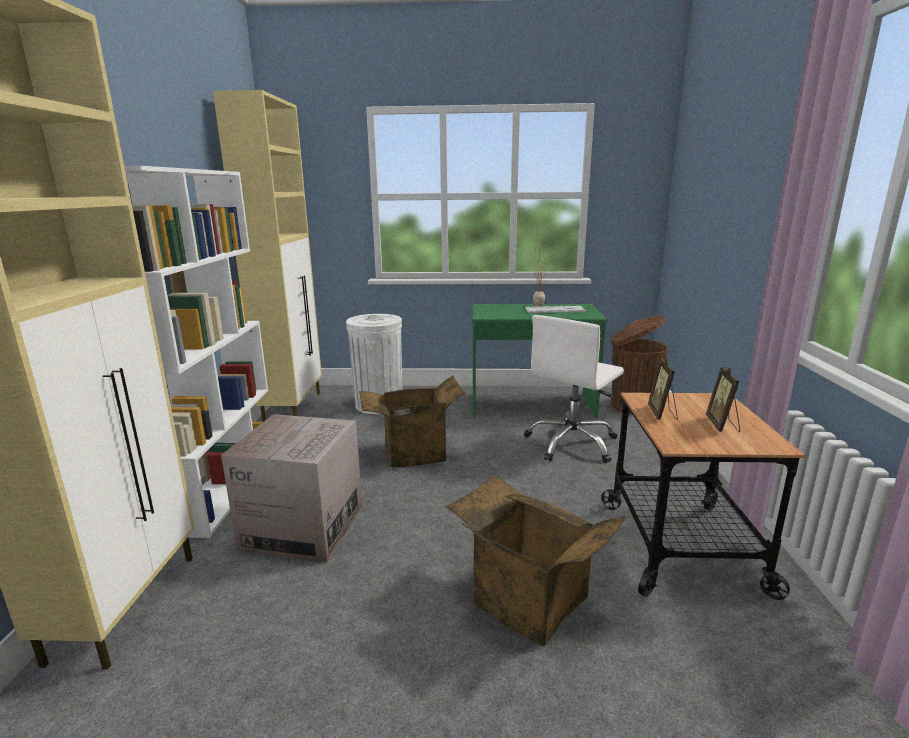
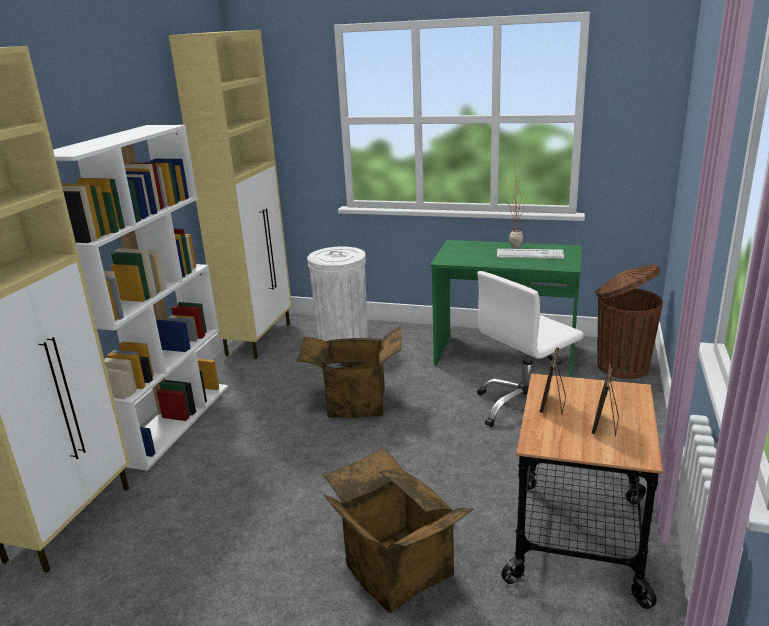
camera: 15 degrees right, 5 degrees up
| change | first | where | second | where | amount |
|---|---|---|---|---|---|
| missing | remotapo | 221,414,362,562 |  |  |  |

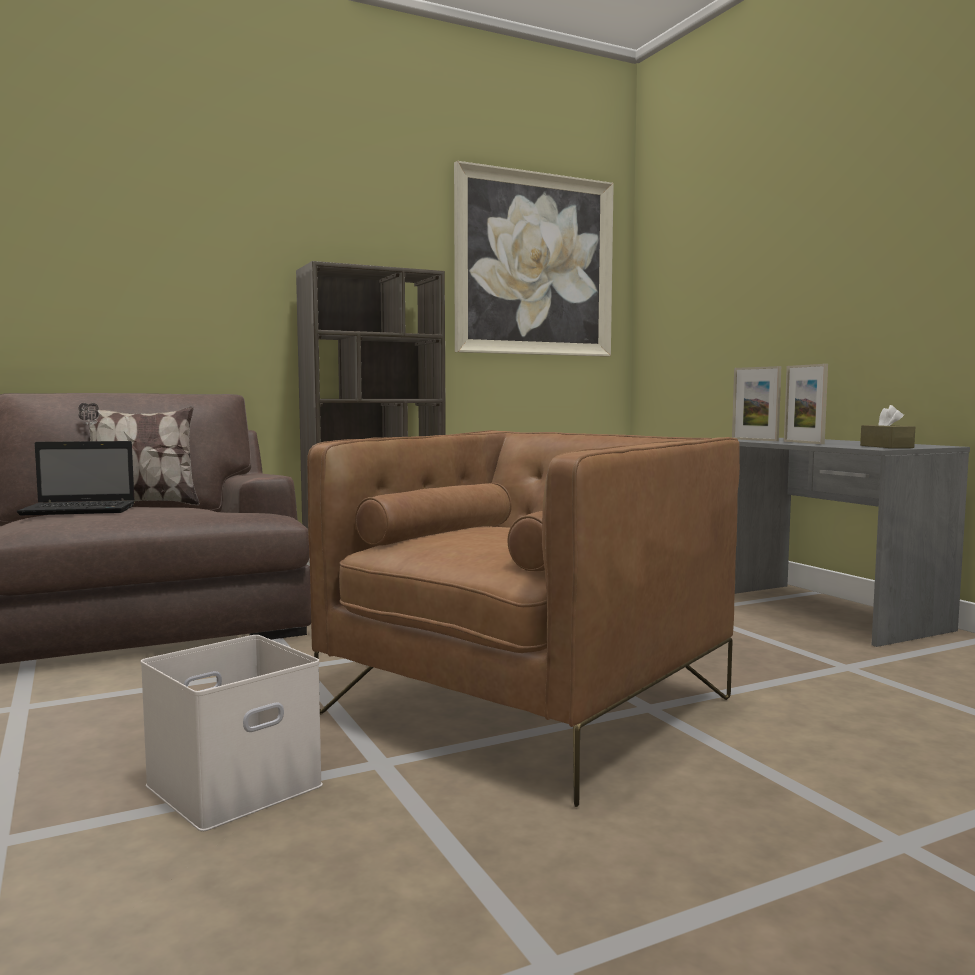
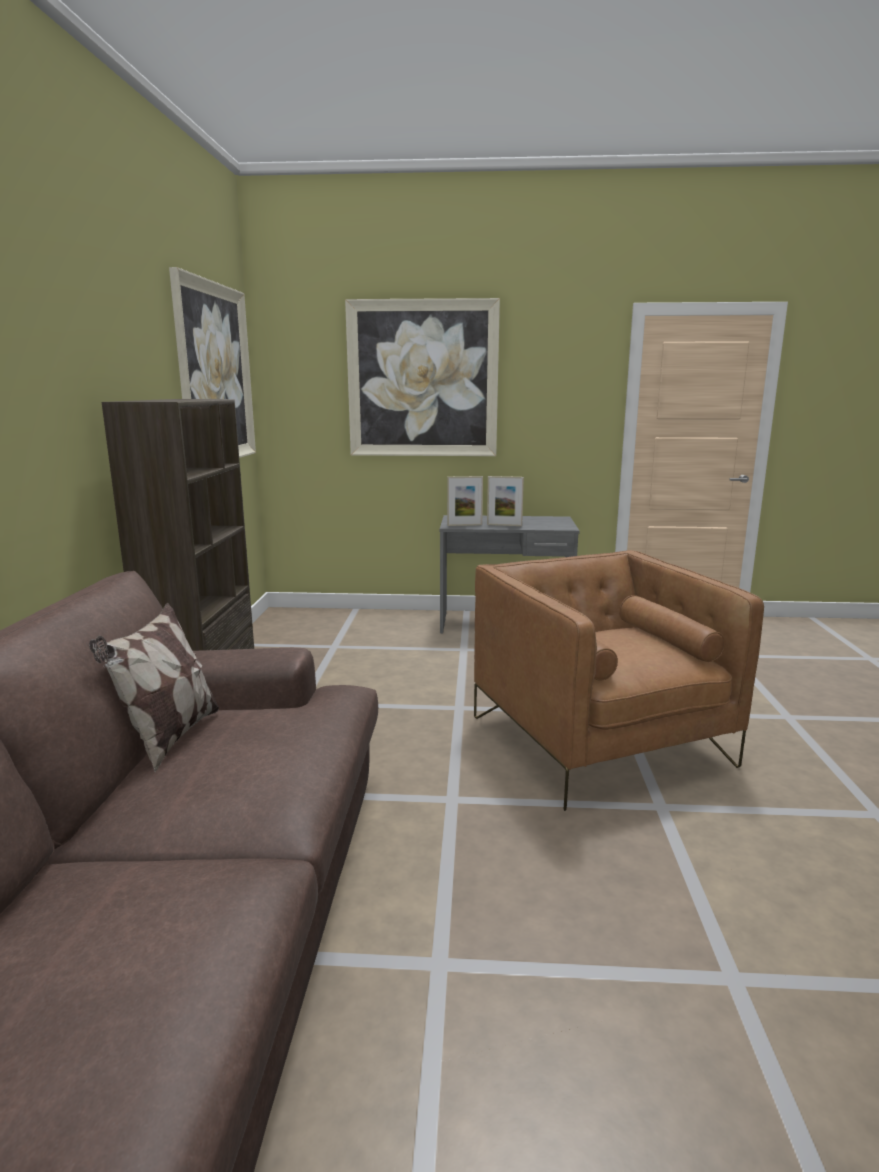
camera: 60 degrees left, 10 degrees up
| change | first | where | second | where | amount |
|---|---|---|---|---|---|
| missing | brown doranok | 860,405,915,448 |  |  |  |
| missing | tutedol | 17,441,135,515 |  |  |  |
| missing | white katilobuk | 140,635,323,831 |  |  |  |
| appeared |  |  | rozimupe | 345,298,500,456 |  |

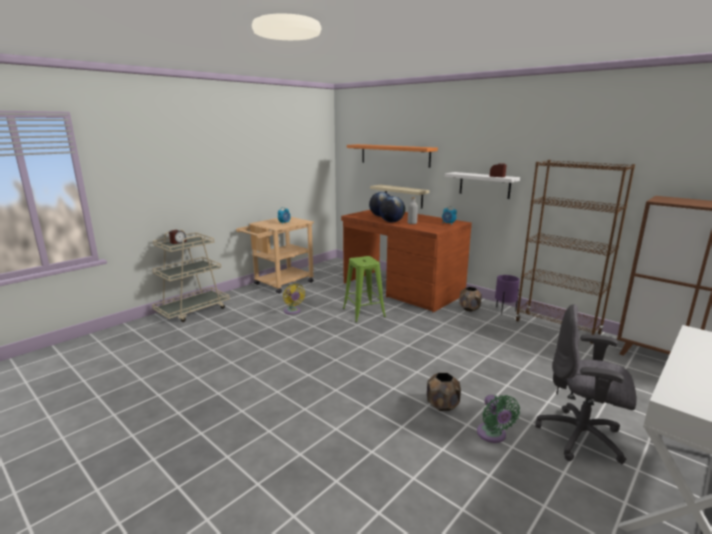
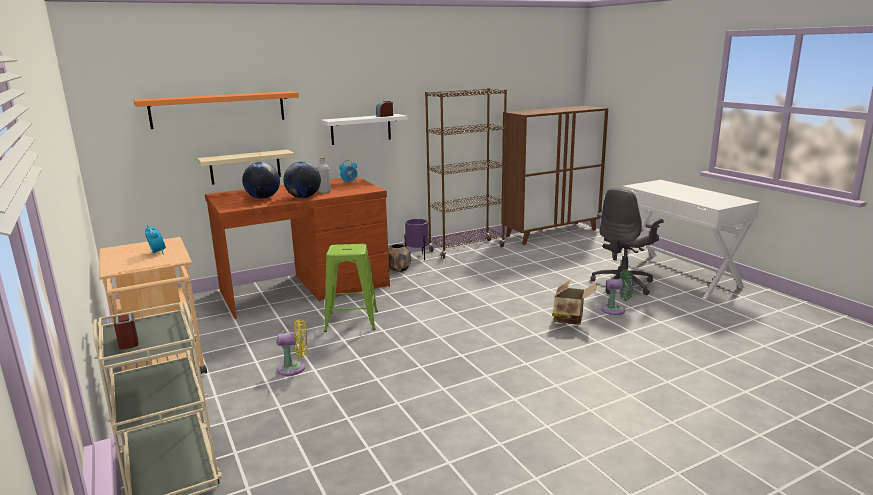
camera: 70 degrees left, 0 degrees up
| change | first | where | second | where | amount |
|---|---|---|---|---|---|
| exchanged | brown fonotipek | 427,373,461,411 | remotapo | 553,279,597,325 |  |

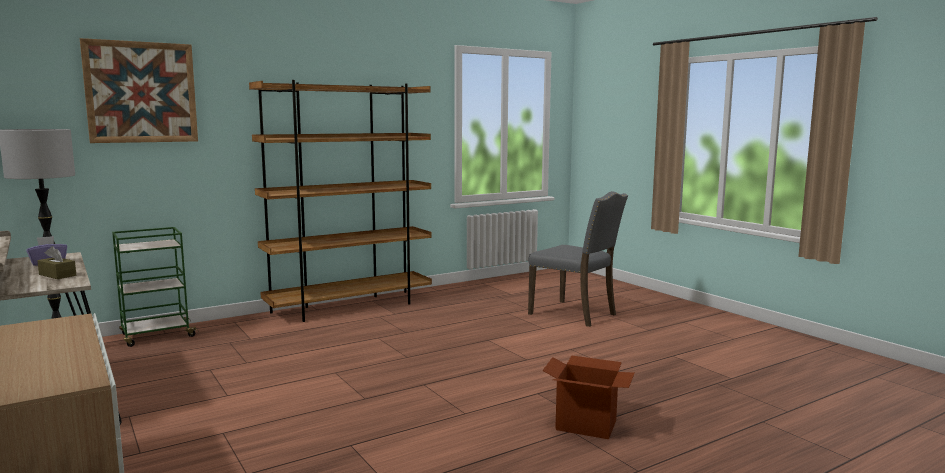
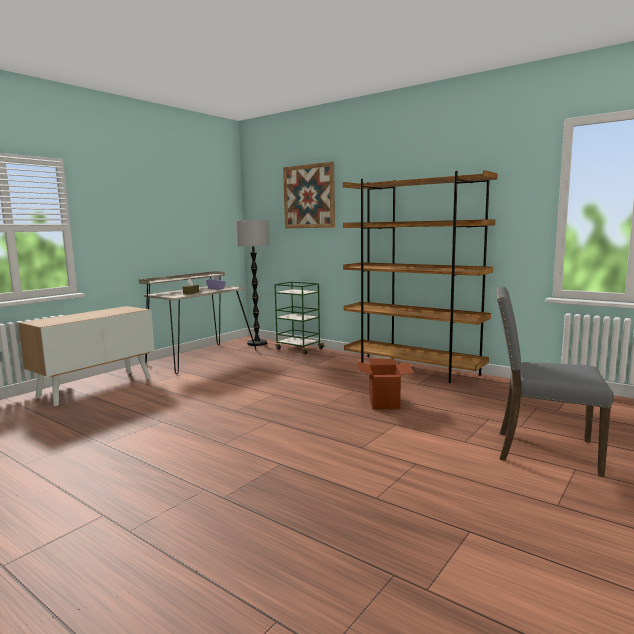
camera: 70 degrees right, 0 degrees up
| change | first | where | second | where | amount |
|---|---|---|---|---|---|
| spun | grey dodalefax | 528,191,628,327 |  | 496,286,614,477 | 90 degrees clockwise |
| relocated | remotapo | 542,355,635,439 |  | 357,359,414,409 |  |

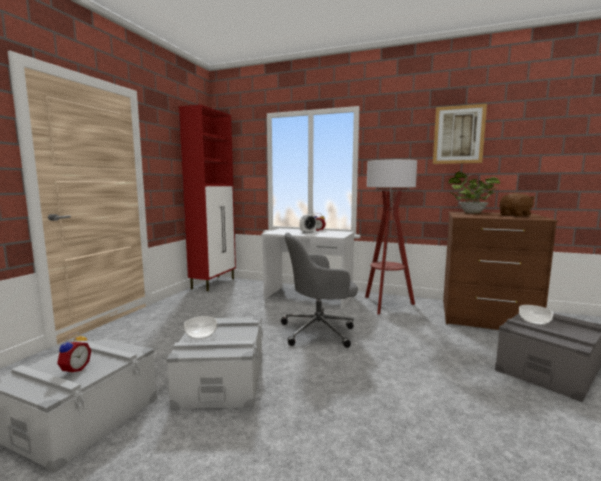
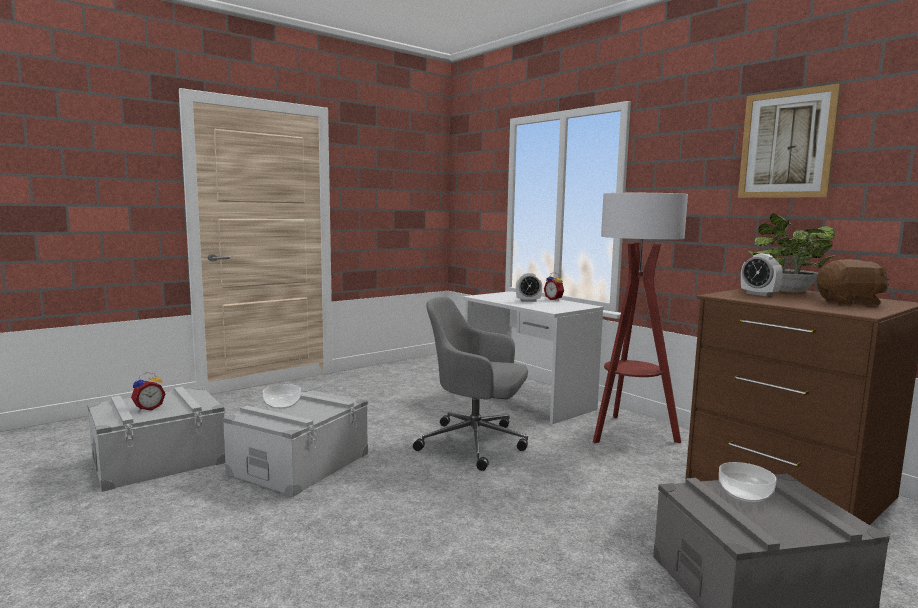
camera: 30 degrees right, 0 degrees up
| change | first | where | second | where | amount |
|---|---|---|---|---|---|
| missing | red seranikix | 179,104,236,291 |  |  |  |
| appeared |  |  | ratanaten | 741,254,783,296 |  |

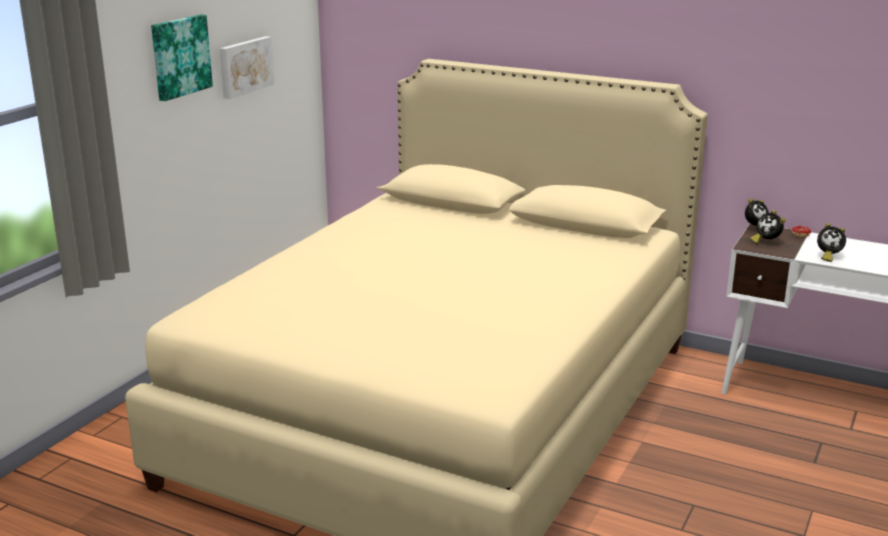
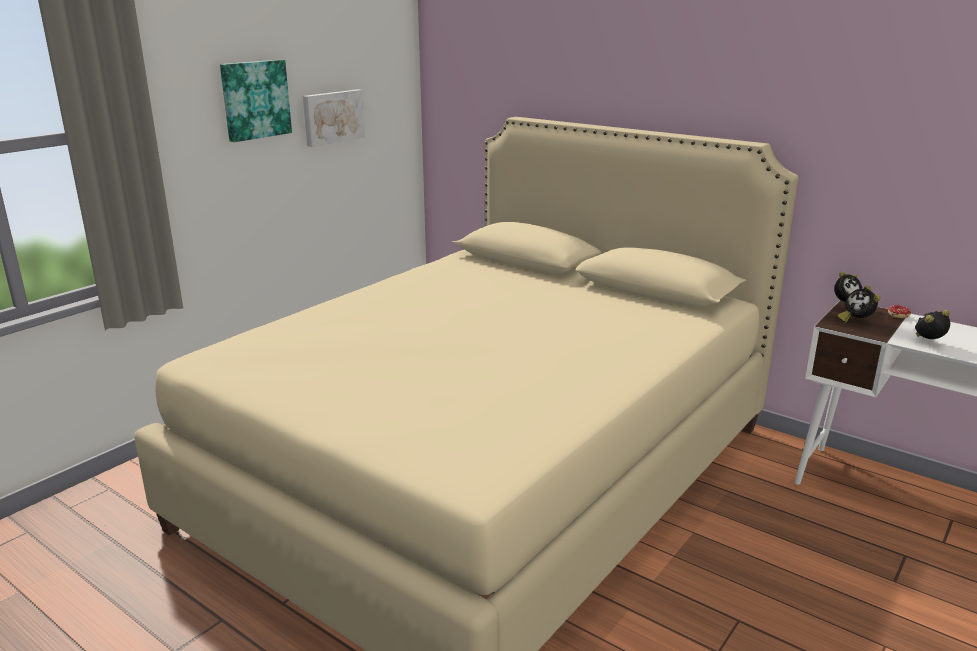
camera: 10 degrees right, 0 degrees up
| change | first | where | second | where | amount |
|---|---|---|---|---|---|
| spun | ratanaten | 817,223,846,262 |  | 915,310,950,339 | 150 degrees clockwise |

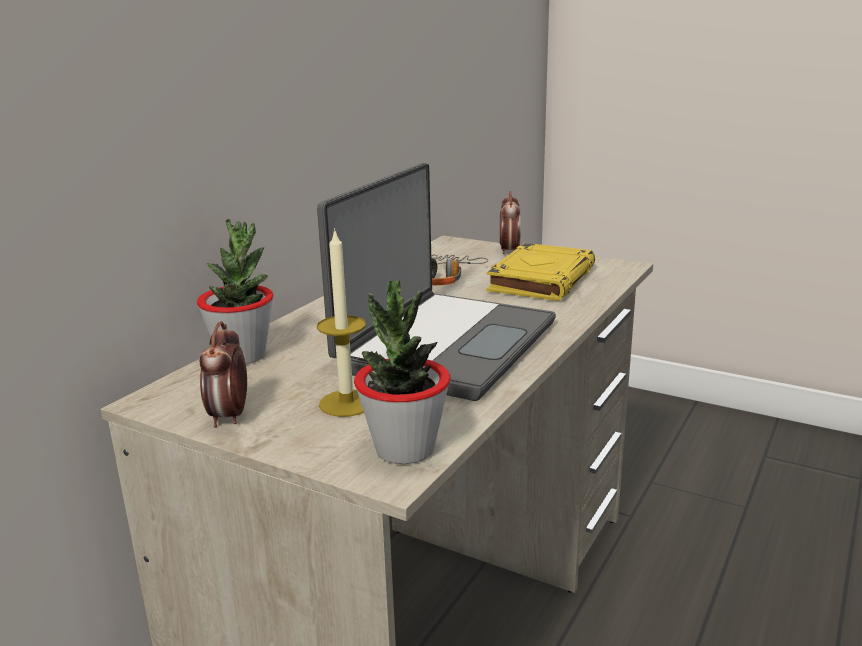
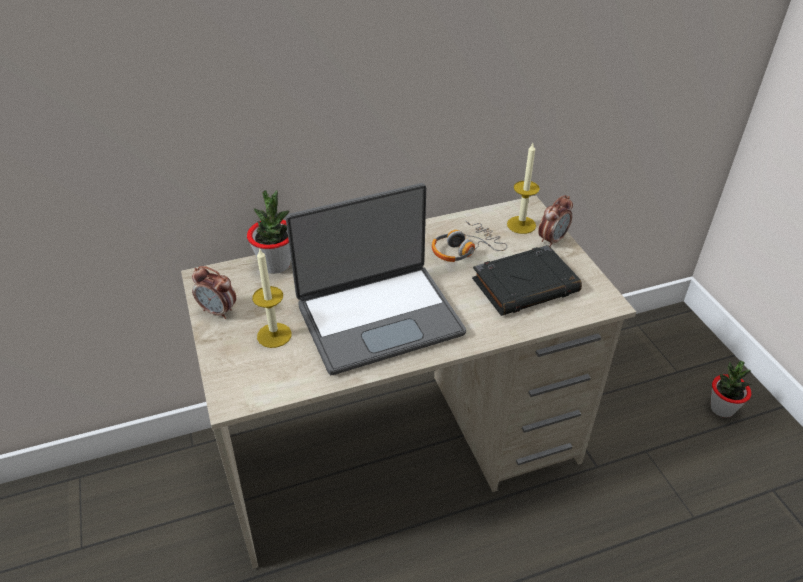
camera: 40 degrees right, 20 degrees up
| change | first | where | second | where | amount |
|---|---|---|---|---|---|
| colour | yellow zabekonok | 486,243,595,301 | black zabekonok | 472,245,582,316 |  |
| relocated | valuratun | 354,280,450,464 |  | 711,361,751,418 |  |
| spun | ratanaten | 200,321,247,428 |  | 192,266,236,319 | 105 degrees counterclockwise |
| appeared |  |  | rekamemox | 507,143,540,234 |  |

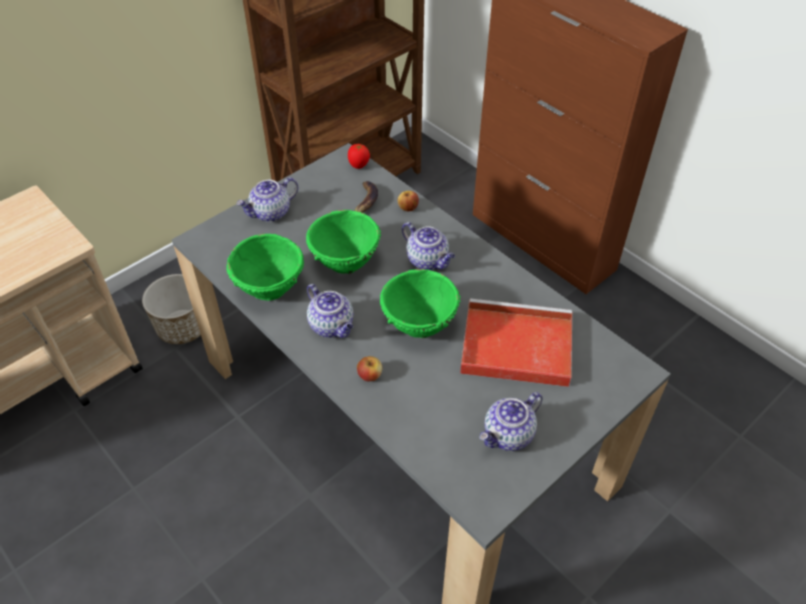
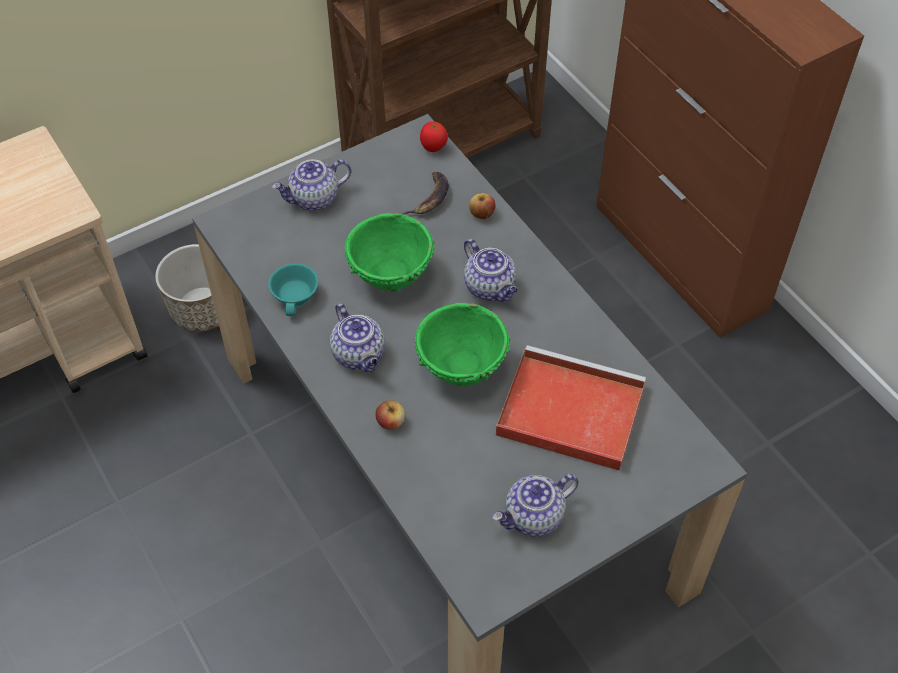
camera: 10 degrees right, 5 degrees up
| change | first | where | second | where | amount |
|---|---|---|---|---|---|
| exchanged | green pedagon | 226,234,304,301 | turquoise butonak | 268,263,318,316 |  |

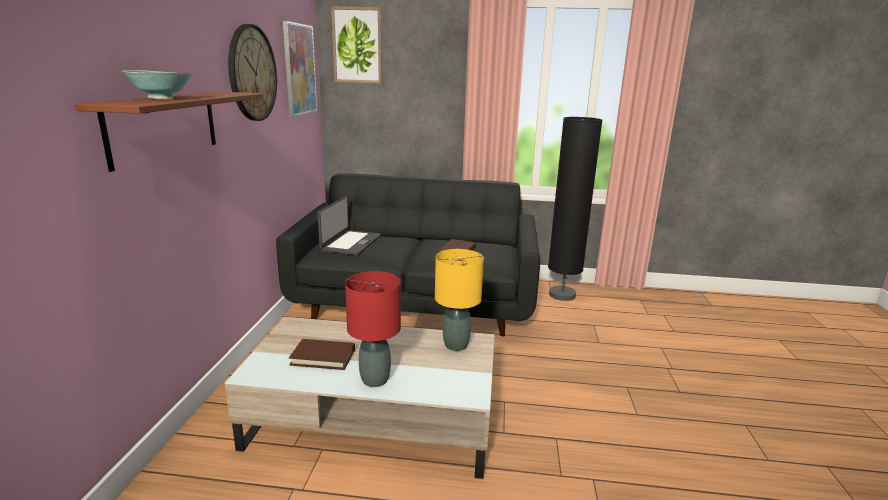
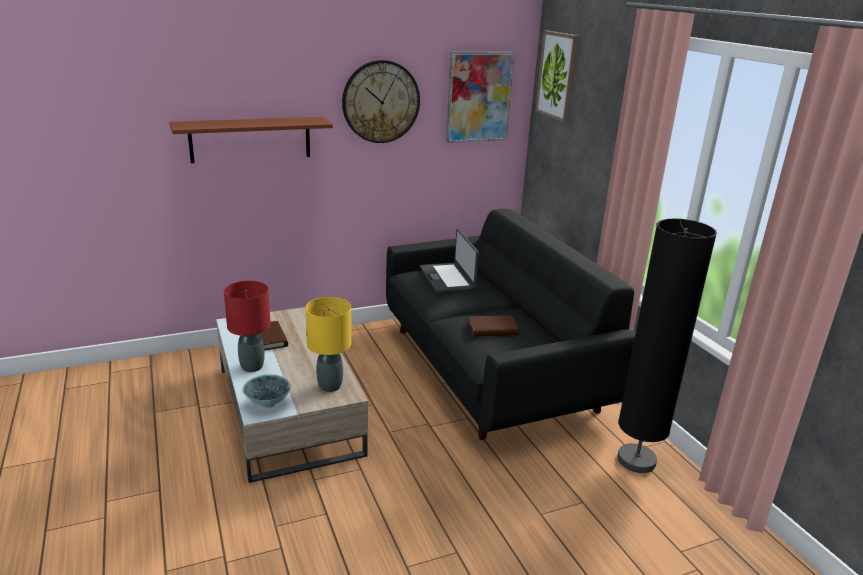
camera: 60 degrees right, 5 degrees up
| change | first | where | second | where | amount |
|---|---|---|---|---|---|
| relocated | pedagon | 122,70,192,100 |  | 242,374,291,408 |  |
| spun | tutedol | 317,196,381,255 |  | 420,229,479,293 | 90 degrees clockwise |

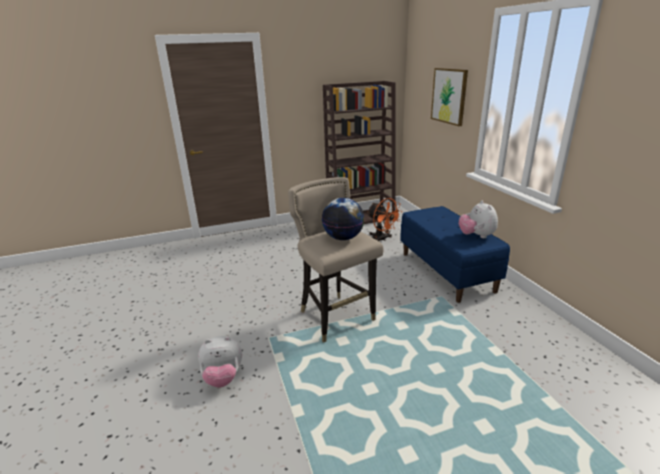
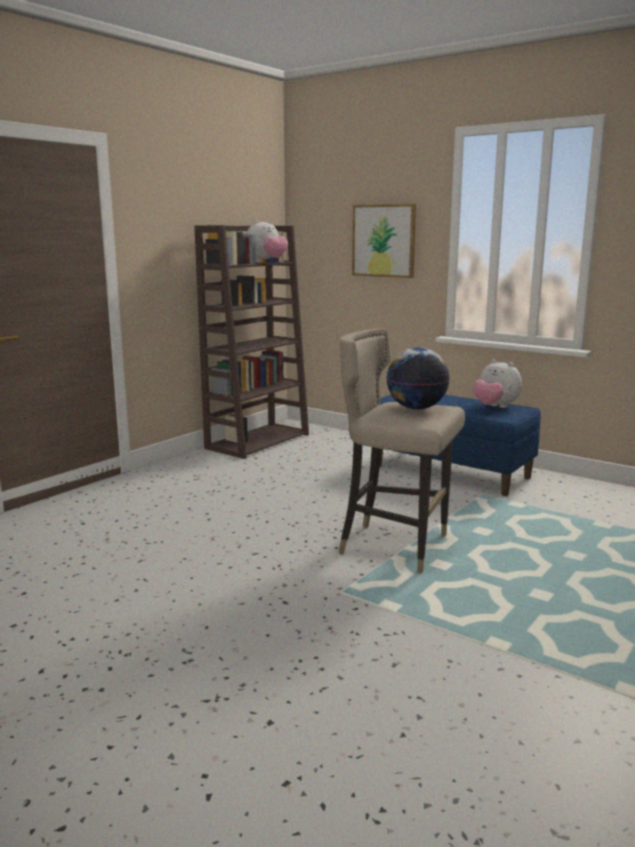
camera: 35 degrees left, 10 degrees down
| change | first | where | second | where | amount |
|---|---|---|---|---|---|
| missing | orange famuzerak | 367,198,402,241 |  |  |  |
| relocated | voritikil | 198,336,242,388 |  | 246,220,288,263 |  |

